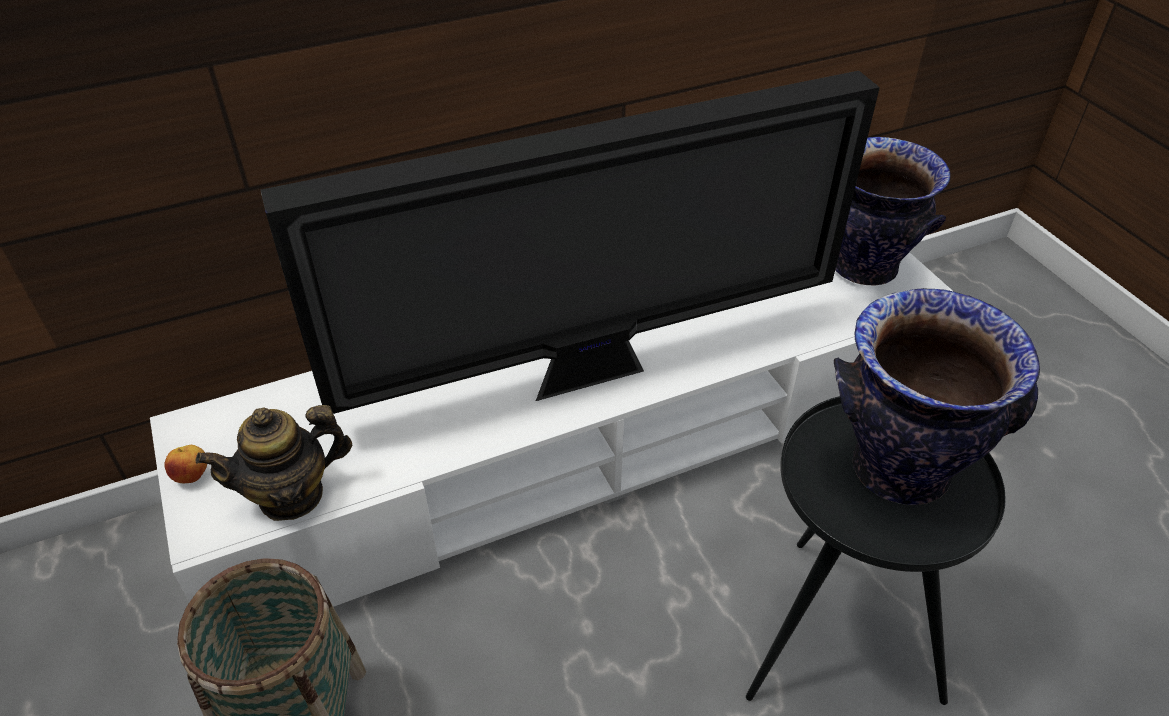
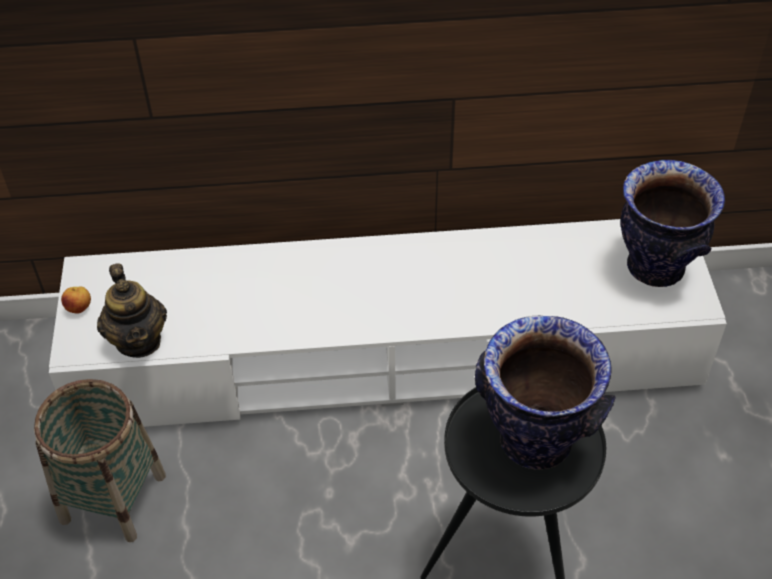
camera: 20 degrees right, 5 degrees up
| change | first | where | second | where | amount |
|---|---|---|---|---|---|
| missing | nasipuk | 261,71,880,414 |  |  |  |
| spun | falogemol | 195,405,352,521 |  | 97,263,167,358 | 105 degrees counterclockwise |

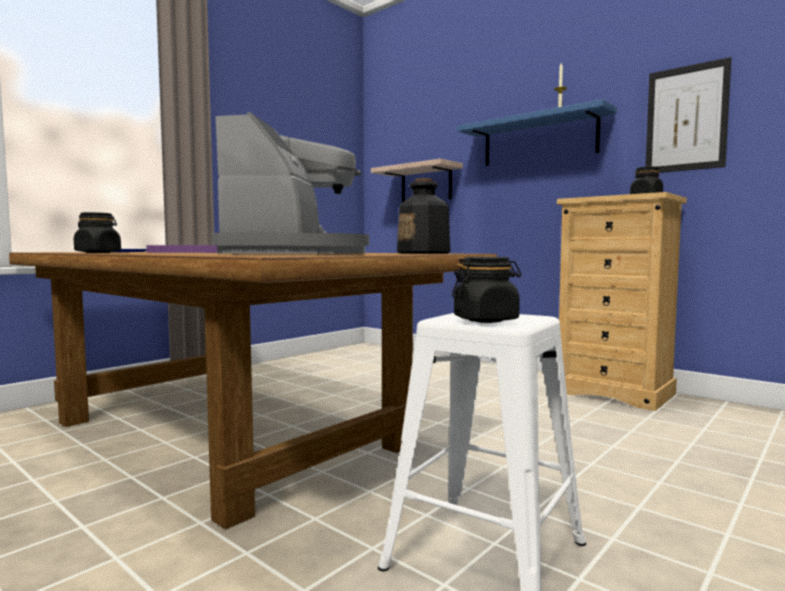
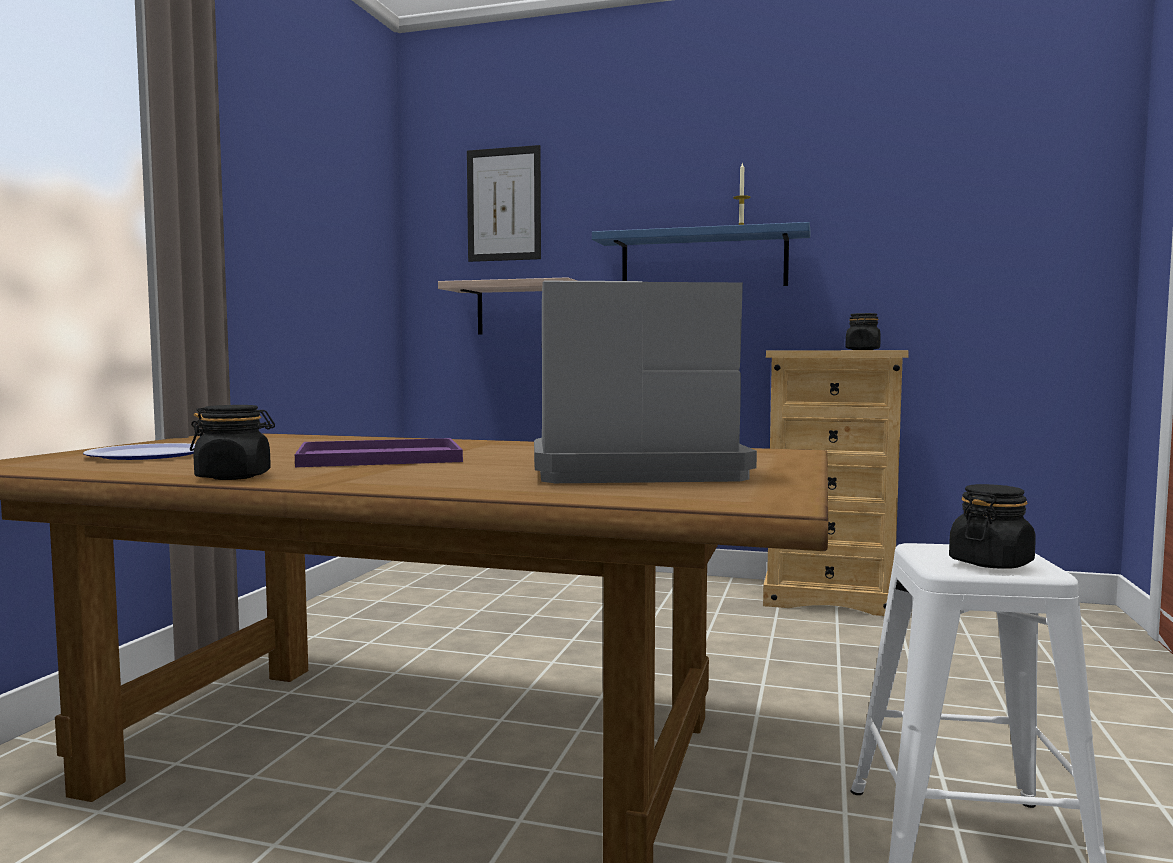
camera: 25 degrees left, 0 degrees up
| change | first | where | second | where | amount |
|---|---|---|---|---|---|
| relocated | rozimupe | 645,57,732,173 |  | 467,145,541,262 |  |
| spun | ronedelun | 212,112,369,254 |  | 534,281,757,483 | 75 degrees counterclockwise |
| missing | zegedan | 397,178,450,254 |  |  |  |

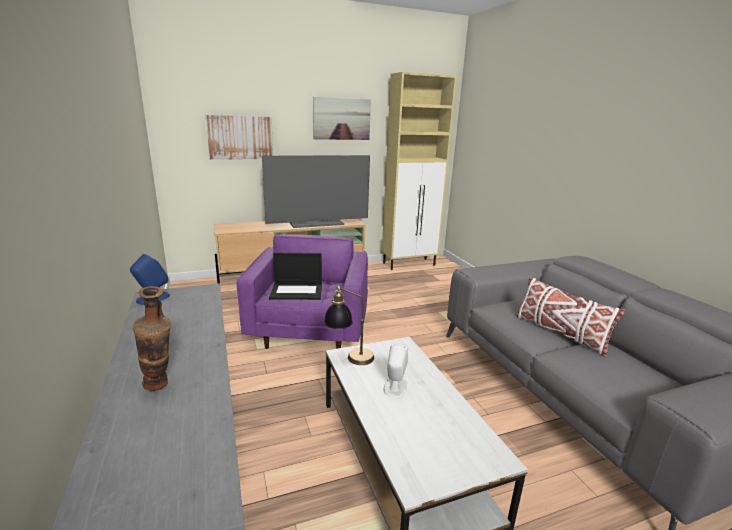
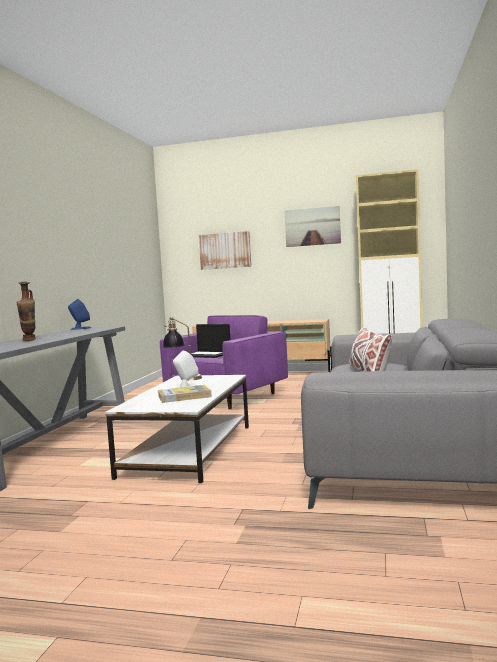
camera: 35 degrees right, 15 degrees down
| change | first | where | second | where | amount |
|---|---|---|---|---|---|
| missing | nasipuk | 262,155,370,228 |  |  |  |
| appeared |  |  | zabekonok | 158,385,212,403 |  |

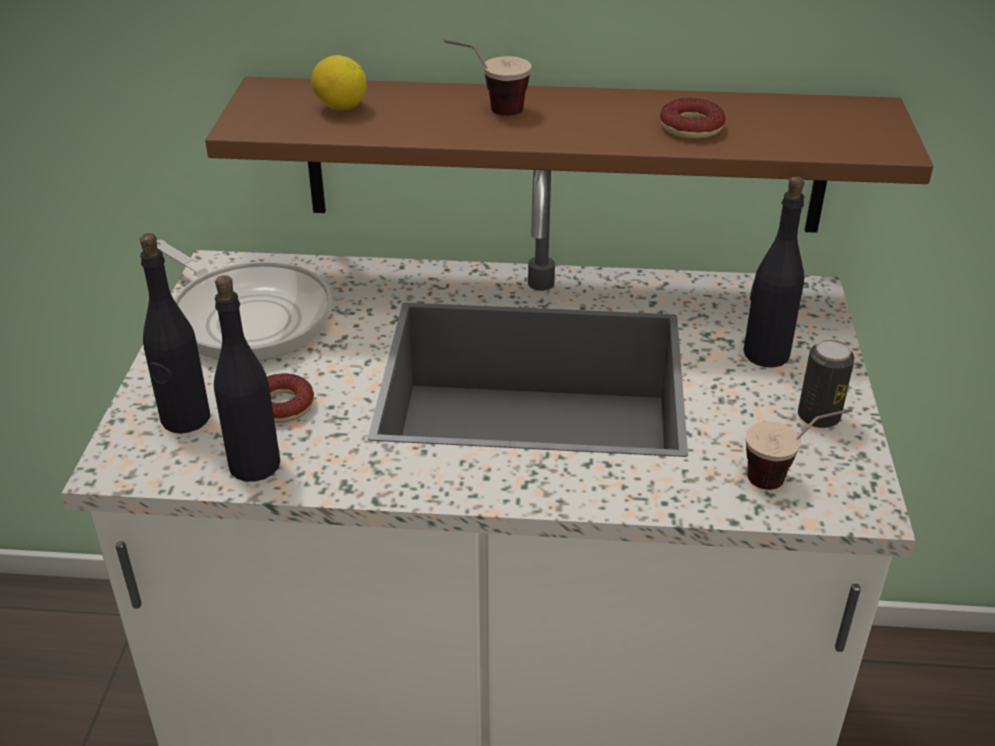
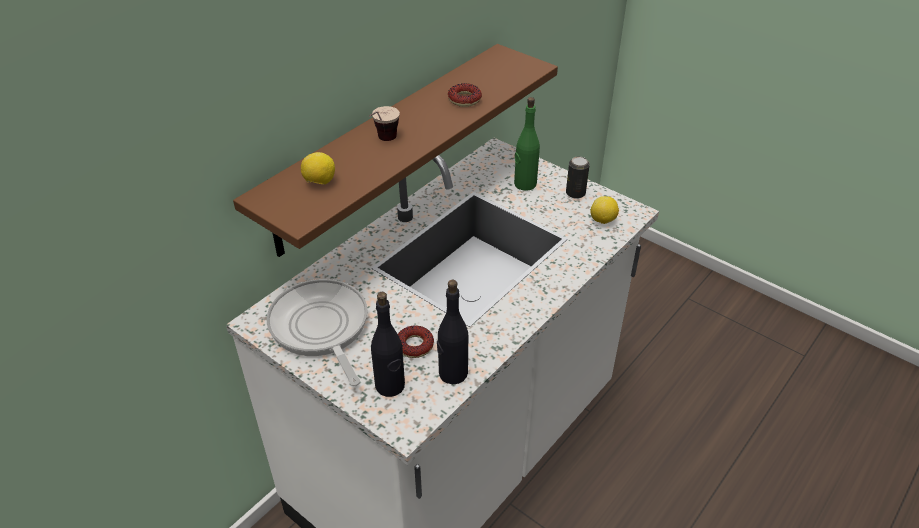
camera: 55 degrees left, 5 degrees up
| change | first | where | second | where | amount |
|---|---|---|---|---|---|
| colour | black zegedan | 743,177,804,367 | green zegedan | 514,97,540,191 |  |
| spun | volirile | 157,240,332,361 |  | 267,279,368,386 | 105 degrees counterclockwise |
| exchanged | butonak | 745,408,852,490 | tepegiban | 591,196,619,224 |  |

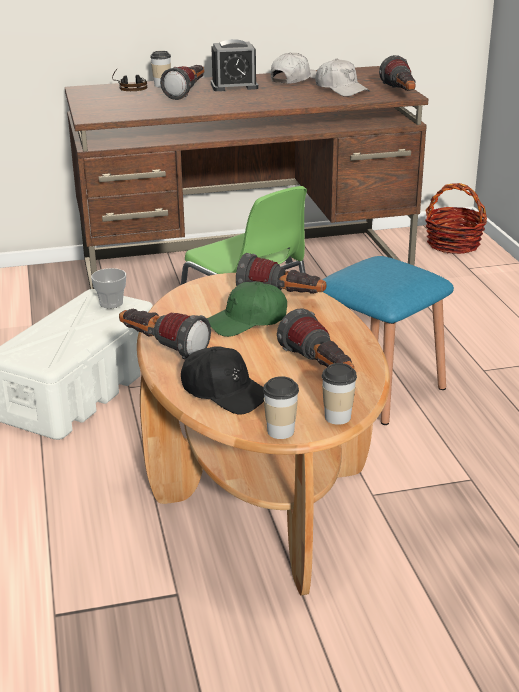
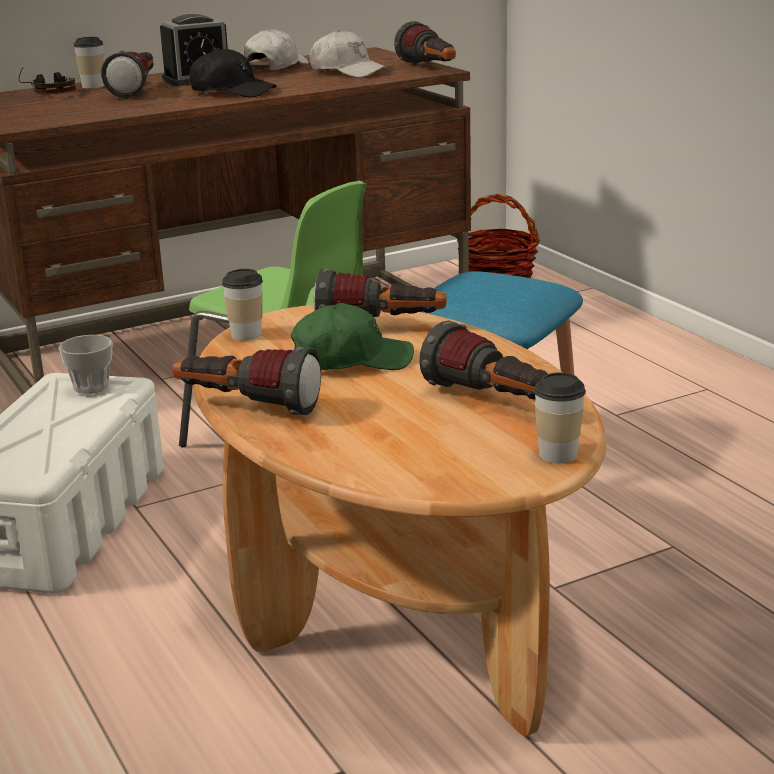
camera: 15 degrees left, 5 degrees down
| change | first | where | second | where | amount |
|---|---|---|---|---|---|
| spun | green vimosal | 207,281,287,337 |  | 291,303,414,370 | 150 degrees counterclockwise |
| relocated | black vimosal | 181,346,264,414 |  | 189,48,276,98 |  |
| relocated | butonak | 263,376,299,439 |  | 222,269,263,341 |  |

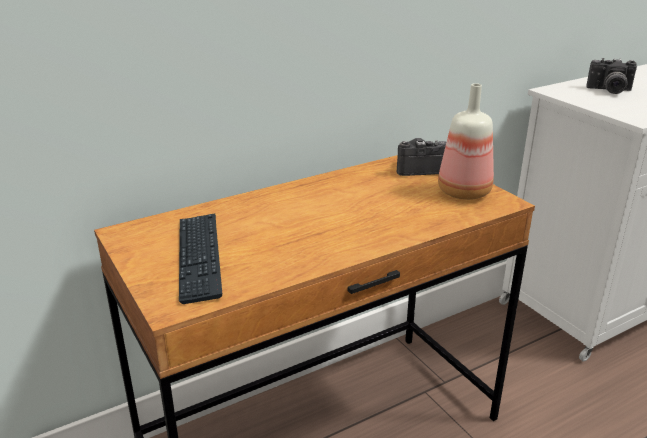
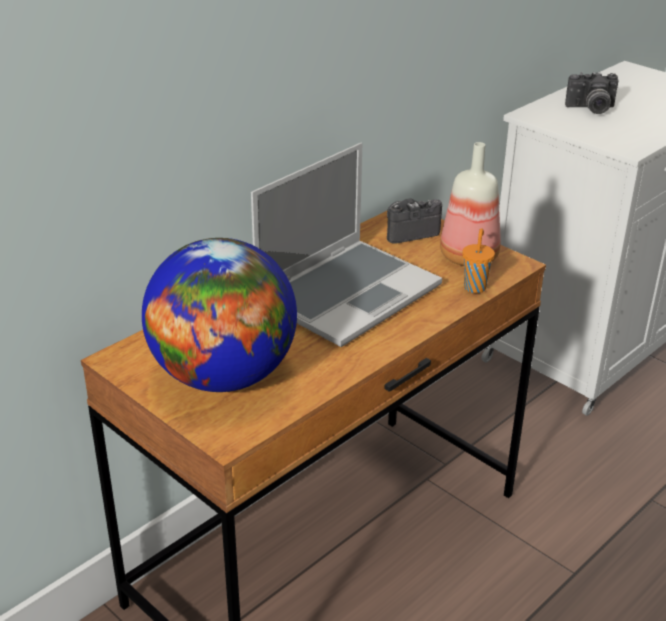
camera: 15 degrees left, 5 degrees up
| change | first | where | second | where | amount |
|---|---|---|---|---|---|
| exchanged | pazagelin | 179,213,222,304 | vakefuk | 142,238,297,392 |  |
| appeared |  |  | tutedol | 251,143,442,347 |  |
| appeared |  |  | orange butonak | 462,228,495,293 |  |

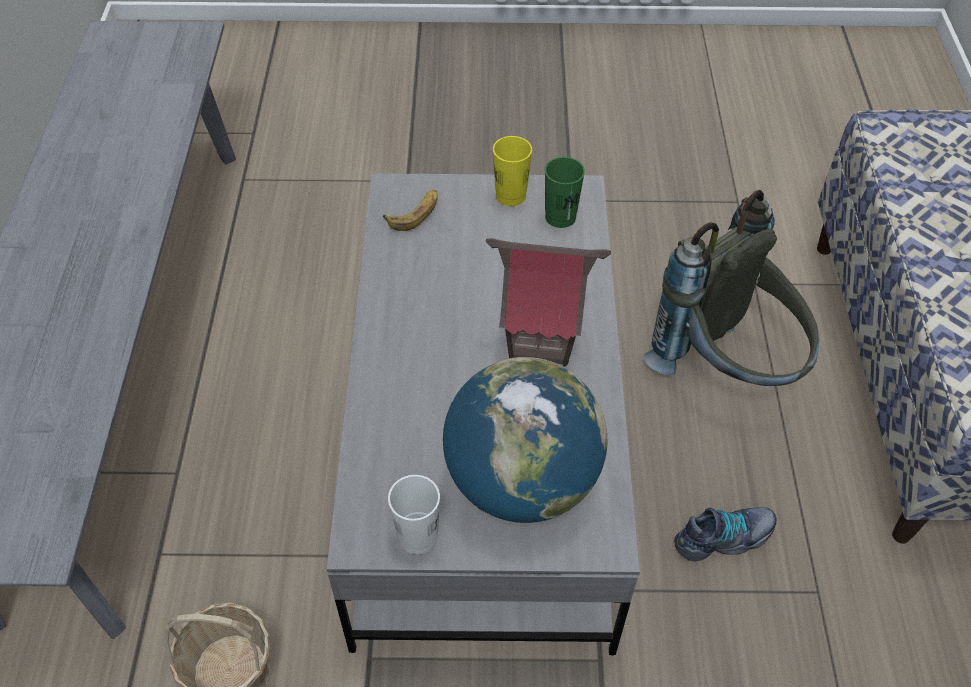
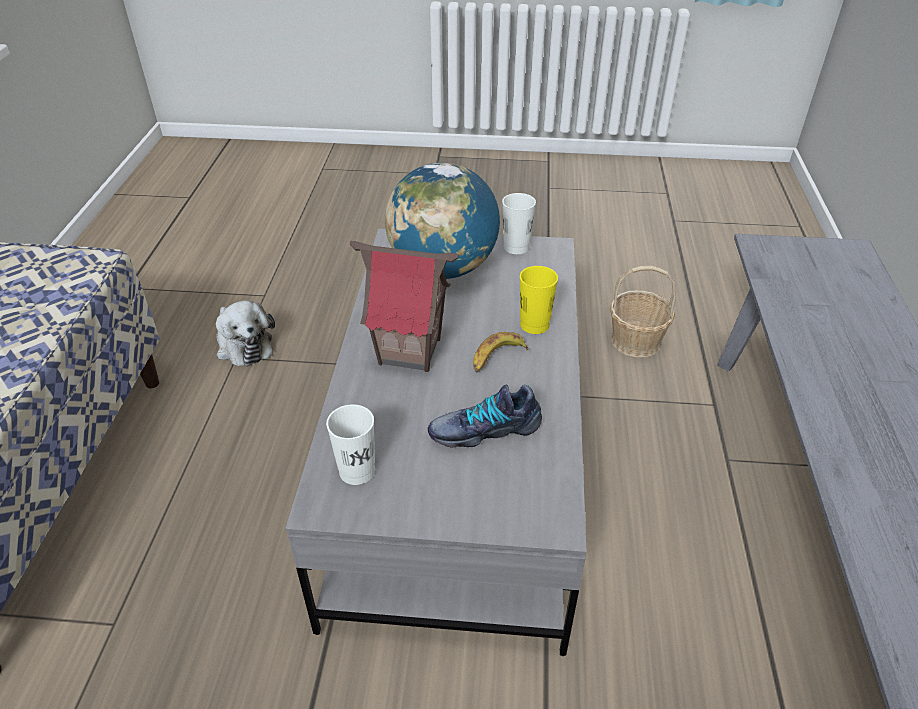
camera: 175 degrees left, 10 degrees down
| change | first | where | second | where | amount |
|---|---|---|---|---|---|
| relocated | yellow butonak | 493,136,532,206 |  | 520,266,558,334 |  |
| colour | green butonak | 545,157,585,228 | white butonak | 326,404,375,485 |  |
| relocated | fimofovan | 383,190,438,231 |  | 473,332,528,373 |  |
| missing | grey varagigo | 644,190,819,386 |  |  |  |
| relocated | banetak | 674,508,777,561 |  | 428,384,542,448 |  |
| appeared |  |  | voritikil | 216,300,275,367 |  |

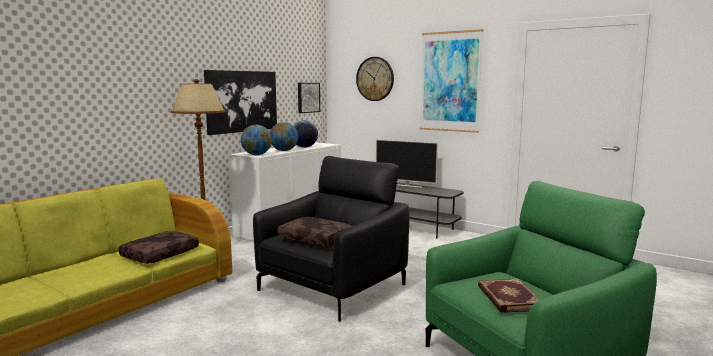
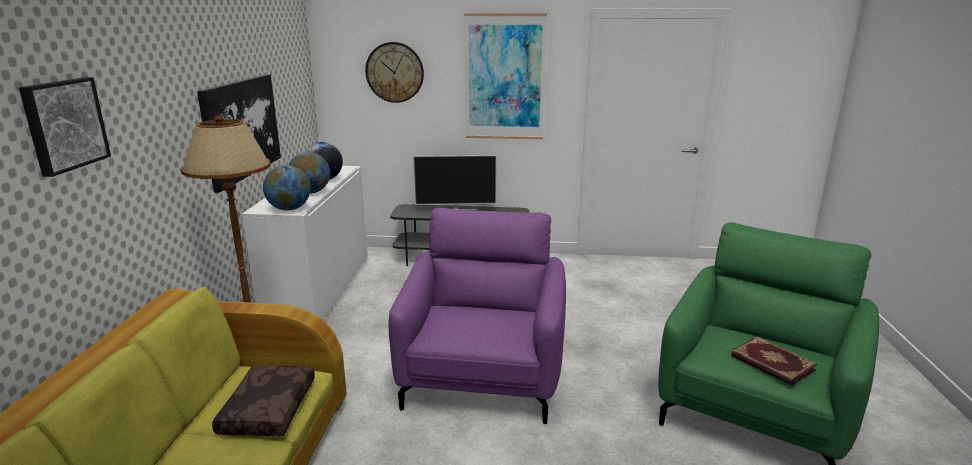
camera: 30 degrees left, 10 degrees up
| change | first | where | second | where | amount |
|---|---|---|---|---|---|
| relocated | rozimupe | 298,83,320,113 |  | 19,77,111,177 |  |
| colour | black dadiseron | 253,156,409,322 | purple dadiseron | 389,208,566,424 |  |
| missing | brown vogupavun | 277,217,352,247 |  |  |  |

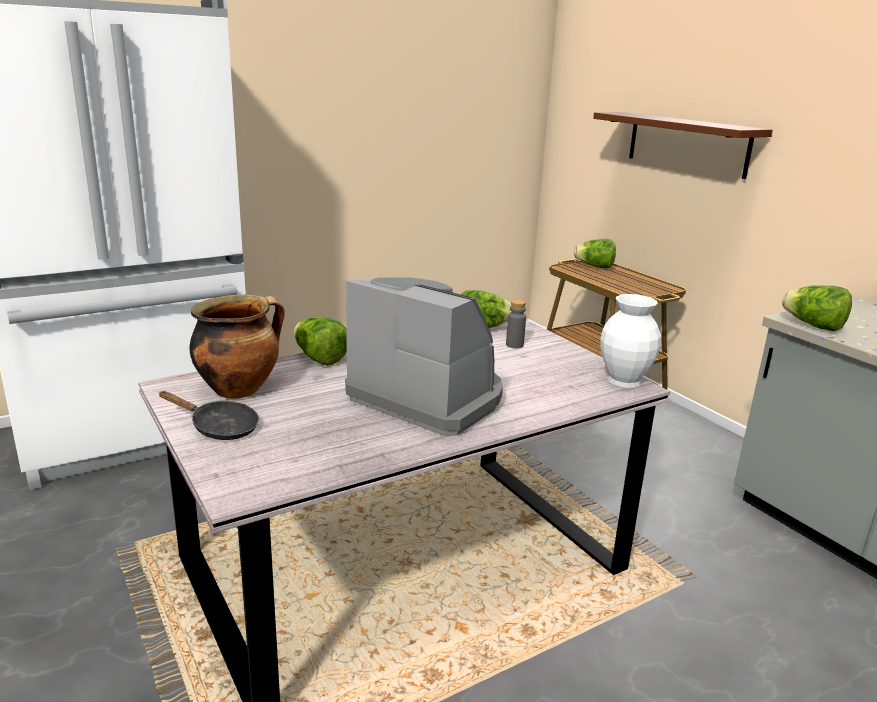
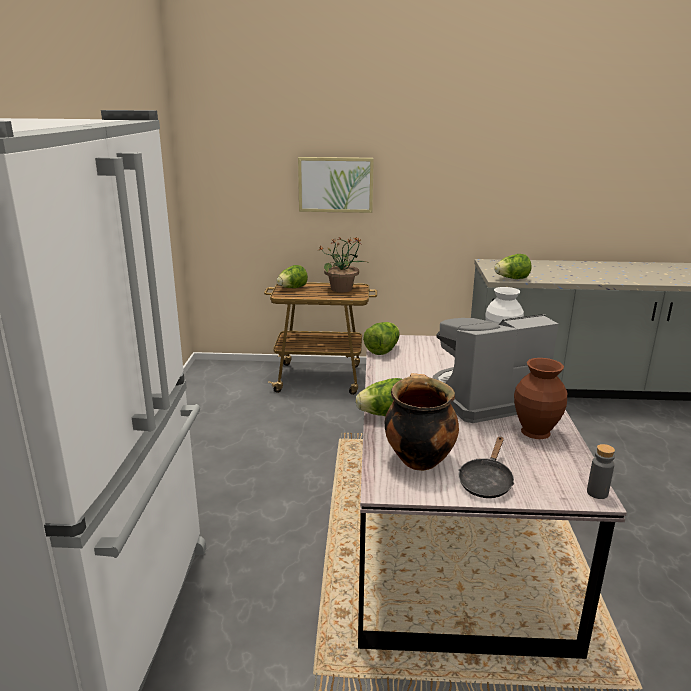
camera: 55 degrees left, 0 degrees up
| change | first | where | second | where | amount |
|---|---|---|---|---|---|
| exchanged | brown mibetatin | 593,112,773,179 | rozimupe | 298,157,374,213 |  |
| relocated | grey zegedan | 506,300,526,348 |  | 587,444,615,499 |  |
| spun | black volirile | 159,391,259,440 |  | 459,436,514,498 | 150 degrees clockwise |
| appeared |  |  | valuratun | 319,237,369,292 |  |
| appeared |  |  | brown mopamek | 514,358,567,439 |  |

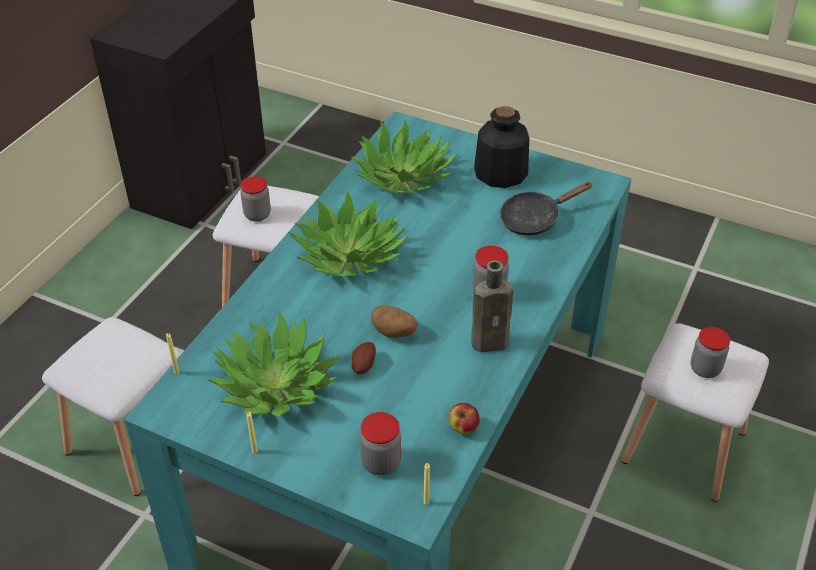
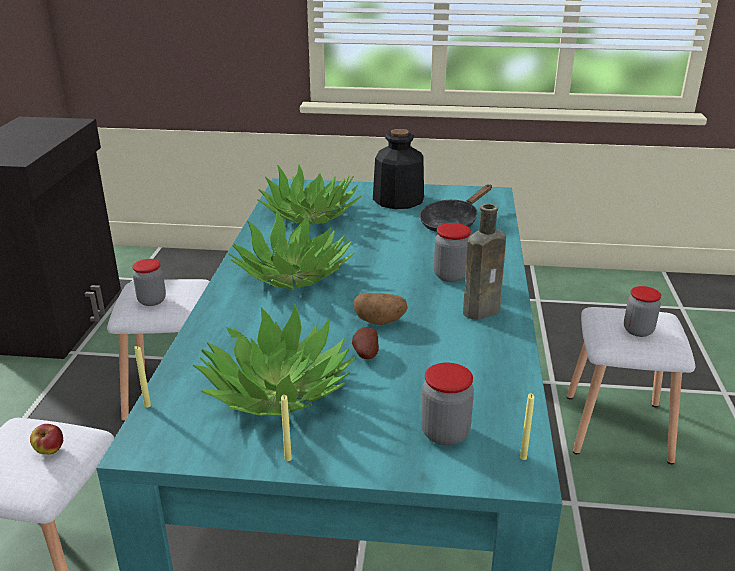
camera: 20 degrees left, 15 degrees down
| change | first | where | second | where | amount |
|---|---|---|---|---|---|
| relocated | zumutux | 448,403,480,435 |  | 30,424,63,455 |  |

